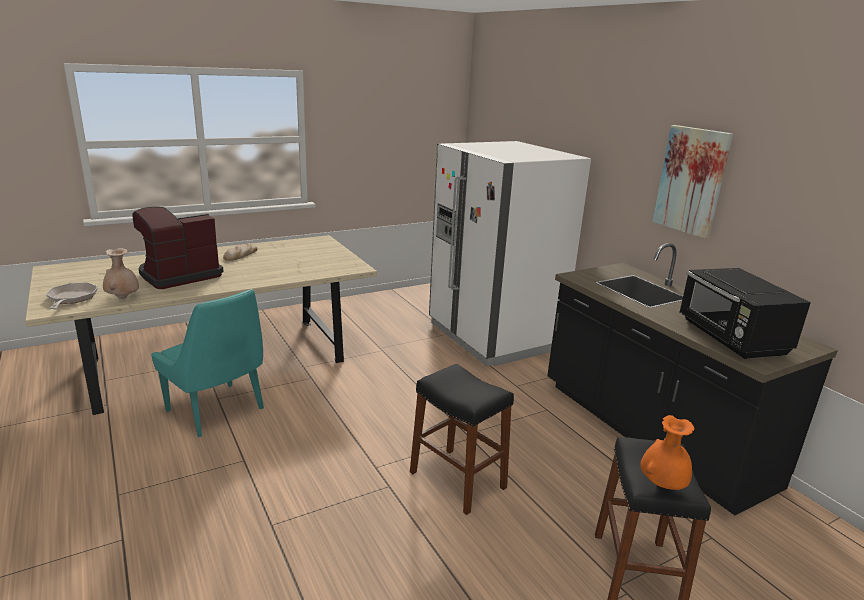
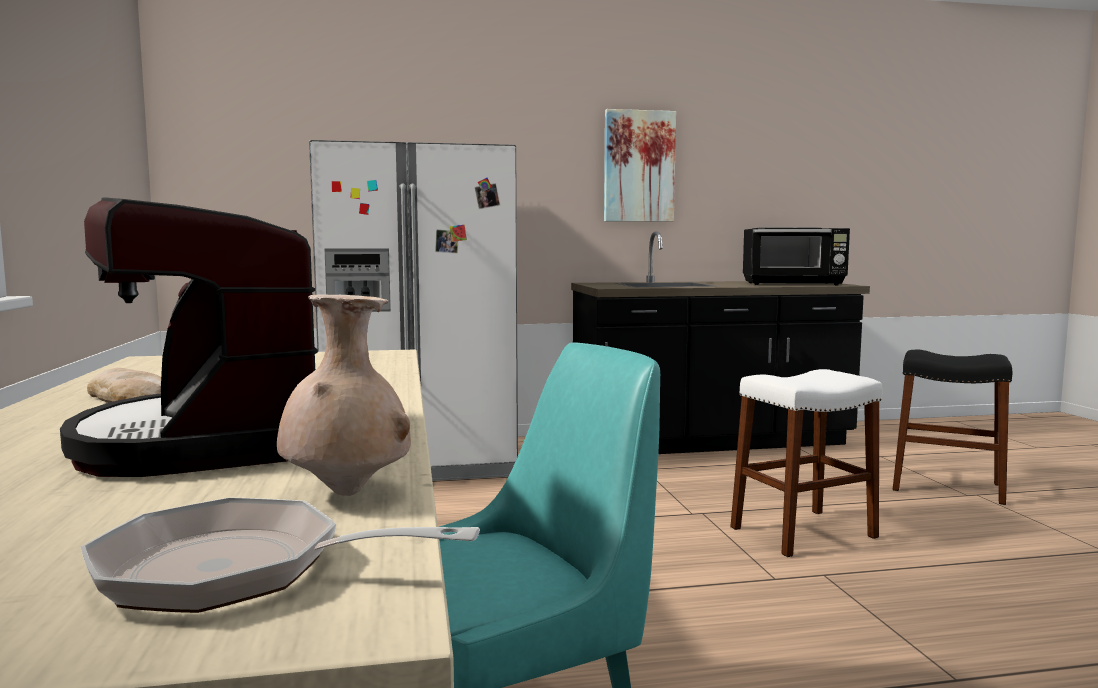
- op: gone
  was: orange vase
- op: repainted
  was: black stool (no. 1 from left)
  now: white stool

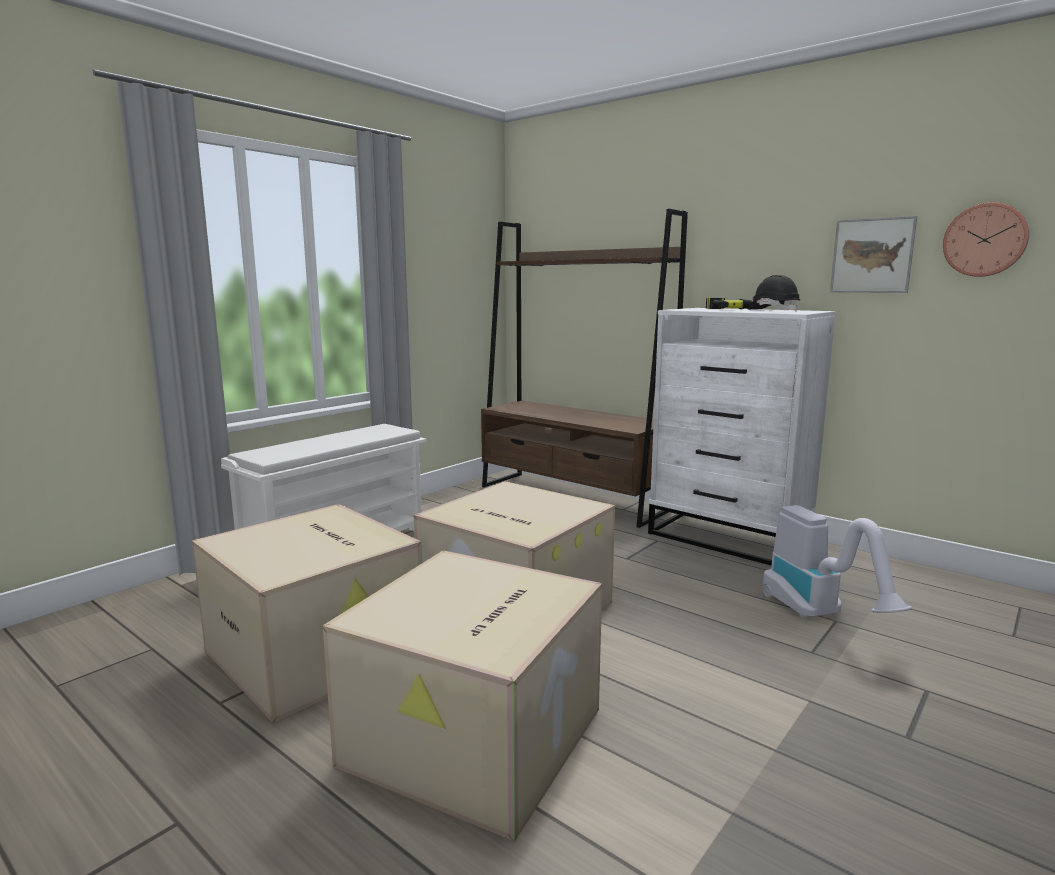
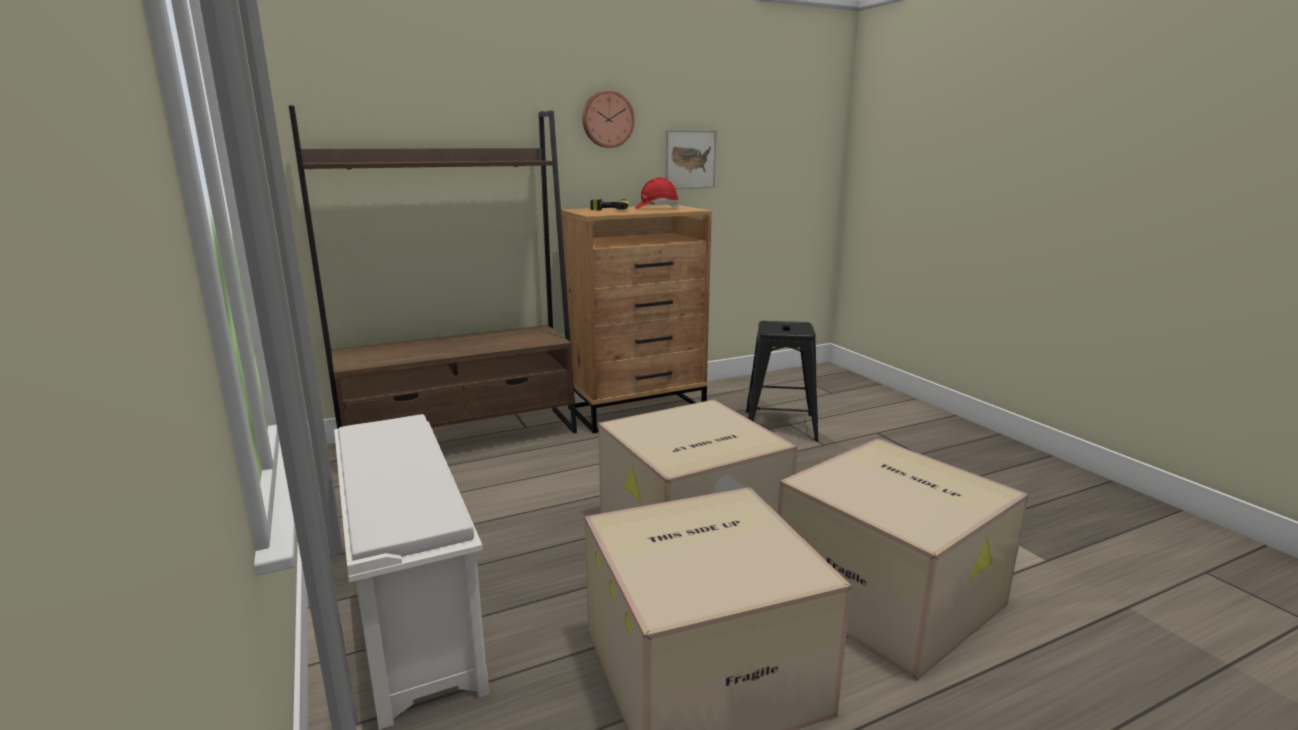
- op: shifted
  was: wall clock
- op: swapped
  was: vacuum cleaner
  now: black stool
- op: repainted
  was: white dresser
  now: brown dresser
- op: repainted
  was: black hard hat
  now: red hard hat

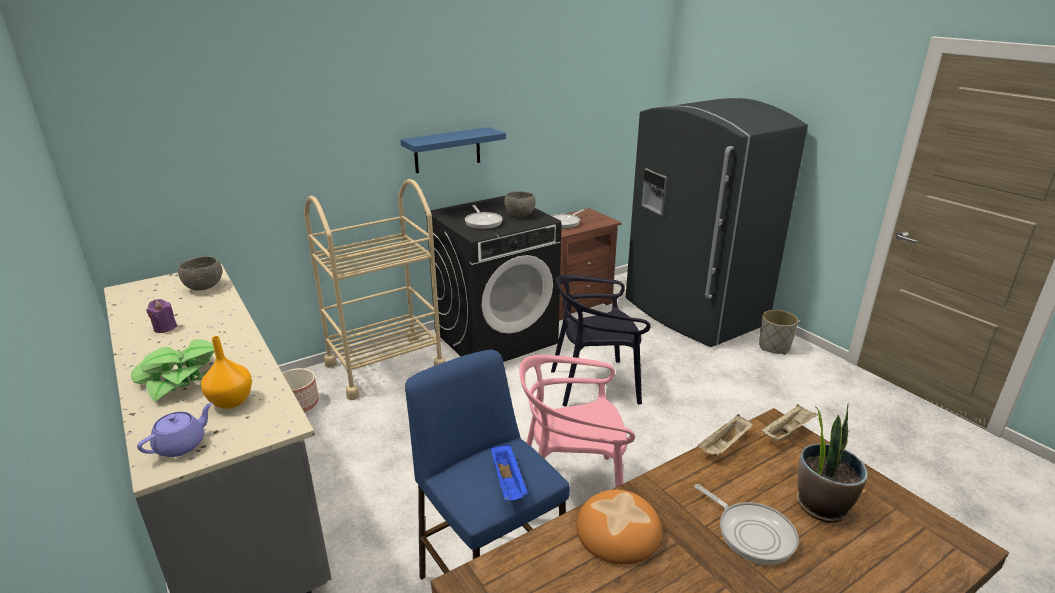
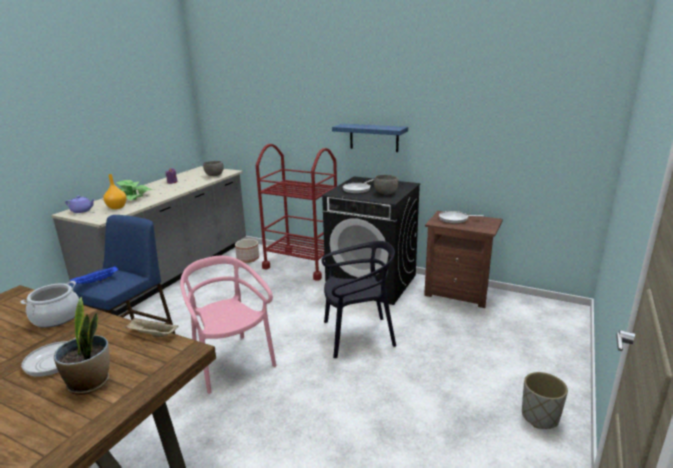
- op: gone
  was: grey fridge
- op: gone
  was: beige tray (no. 2 from left)
- op: swapped
  was: bread
  now: cooking pot
- op: repainted
  was: beige cart
  now: red cart
- op: rotated
  was: black chair
  clockwise: 120

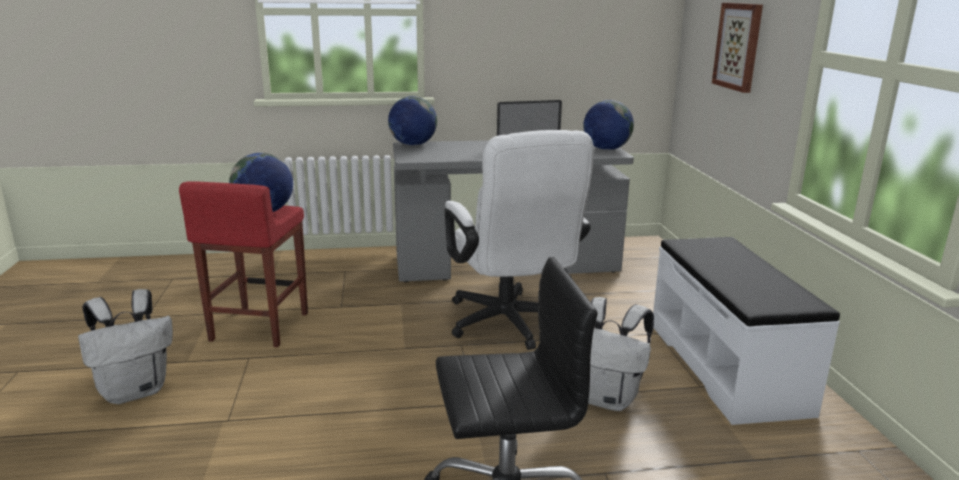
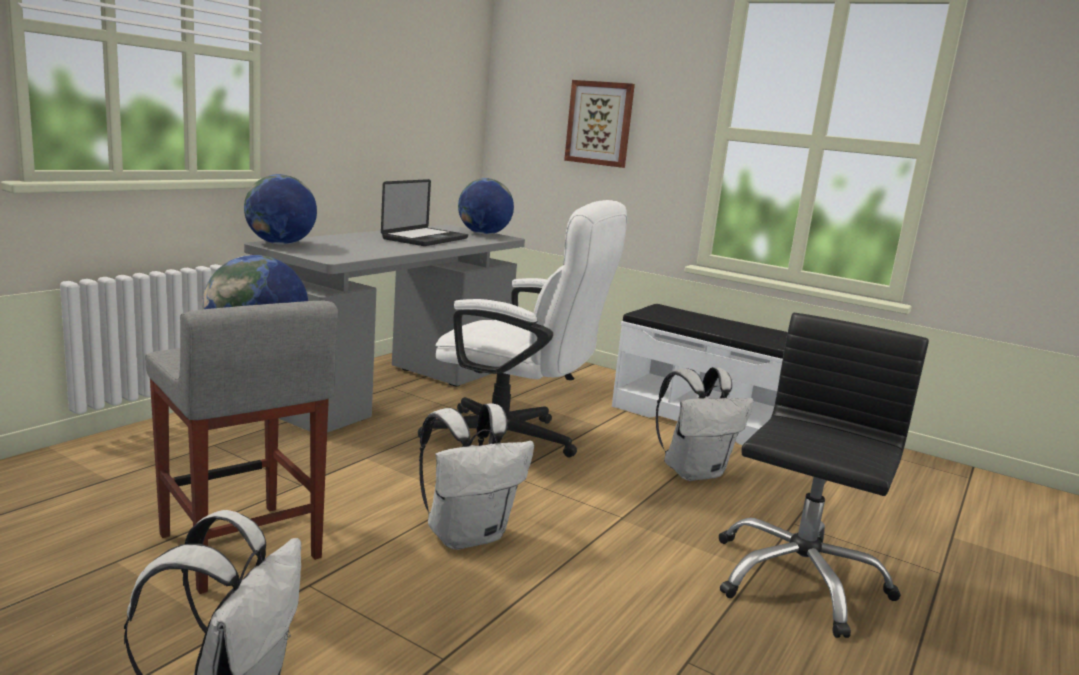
- op: new
  now: white backpack (no. 2 from left)
- op: repainted
  was: red stool
  now: grey stool

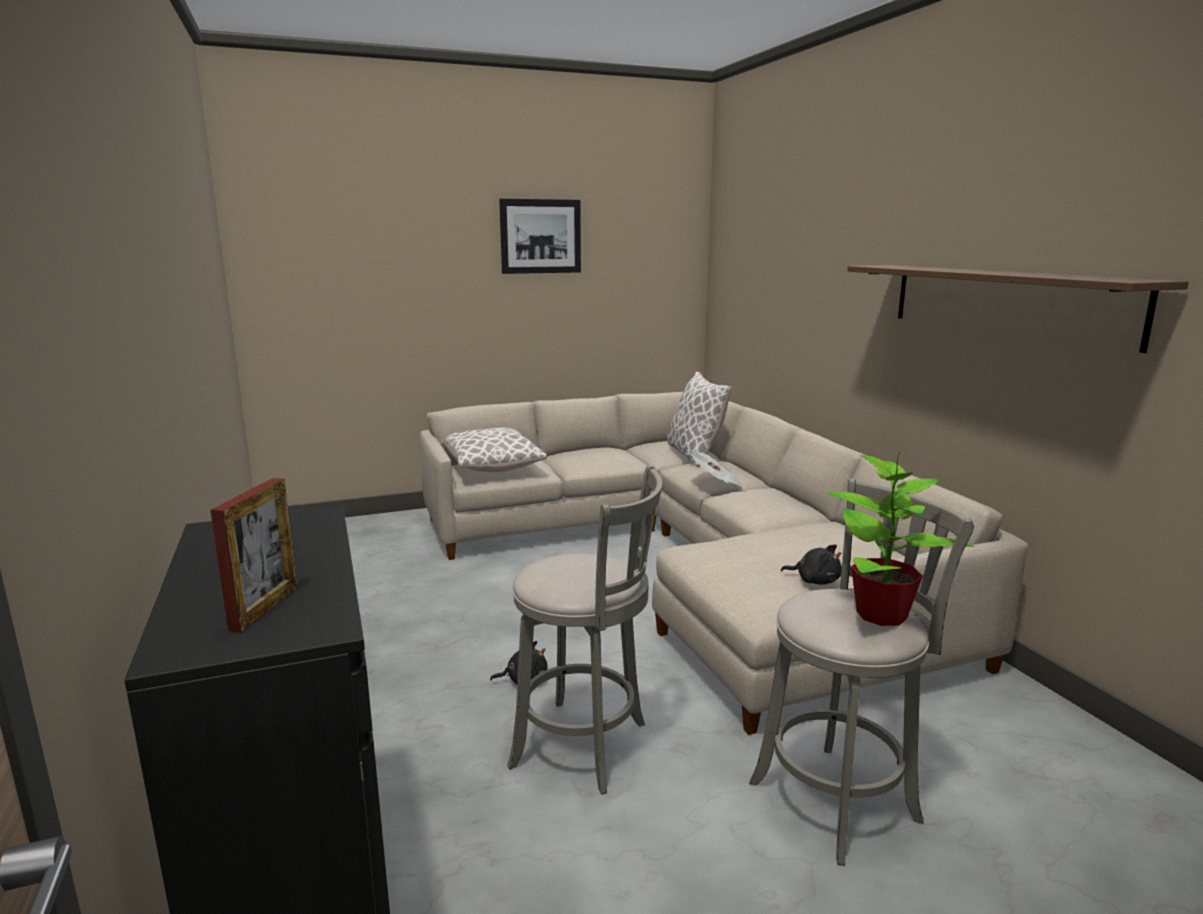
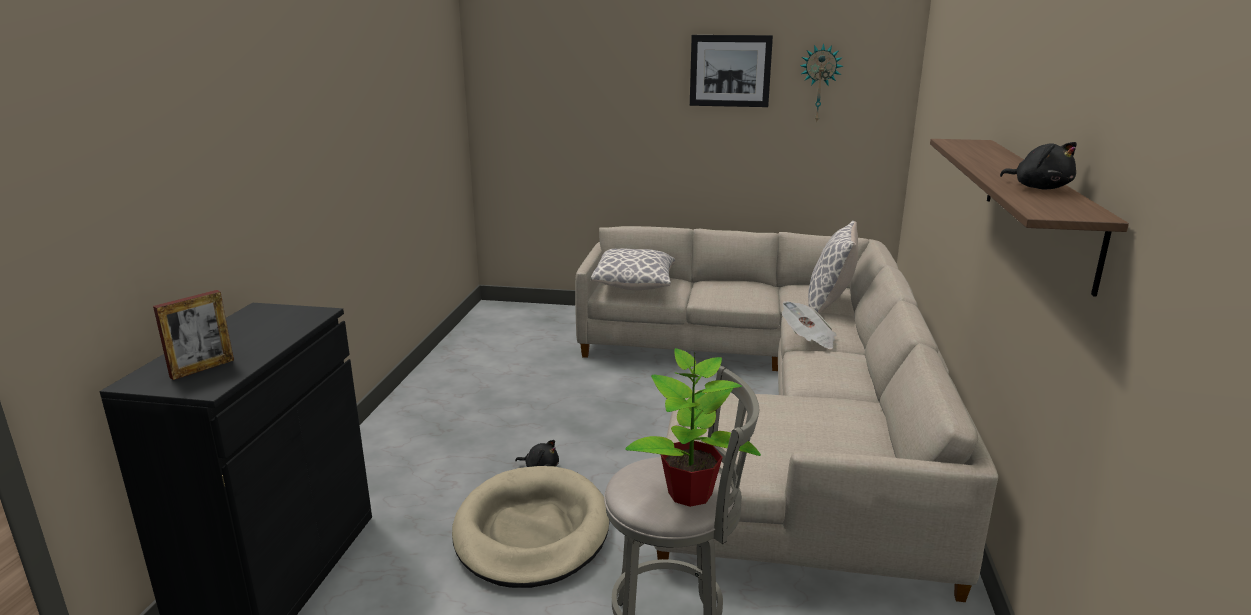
- op: new
  now: wall clock
- op: shifted
  was: black plush toy (no. 2 from left)
- op: swapped
  was: grey stool (no. 1 from left)
  now: beige dog bed

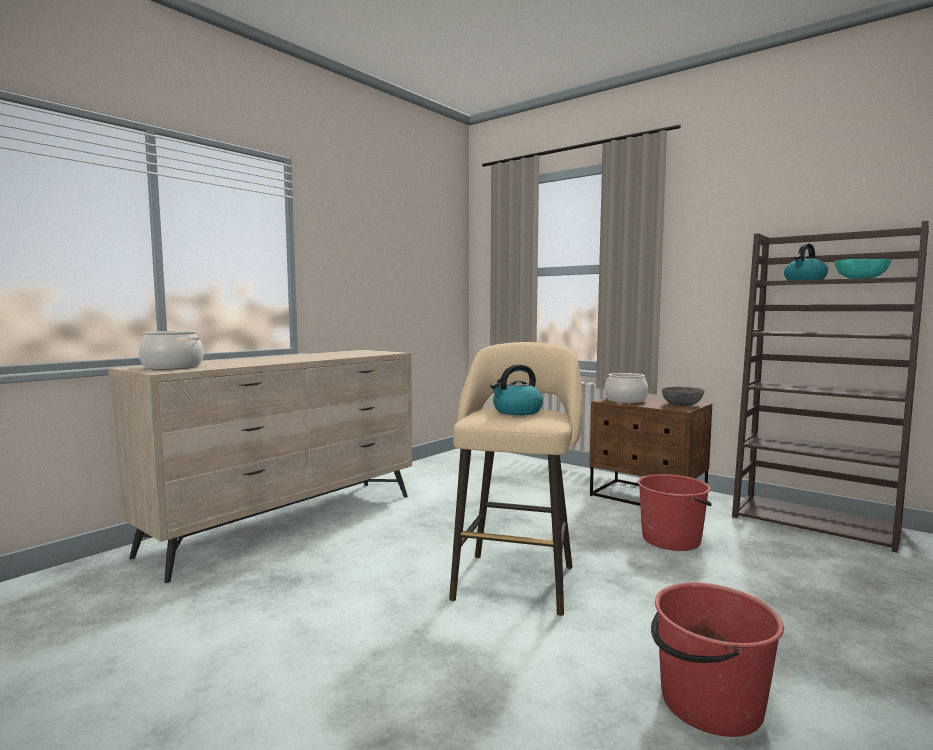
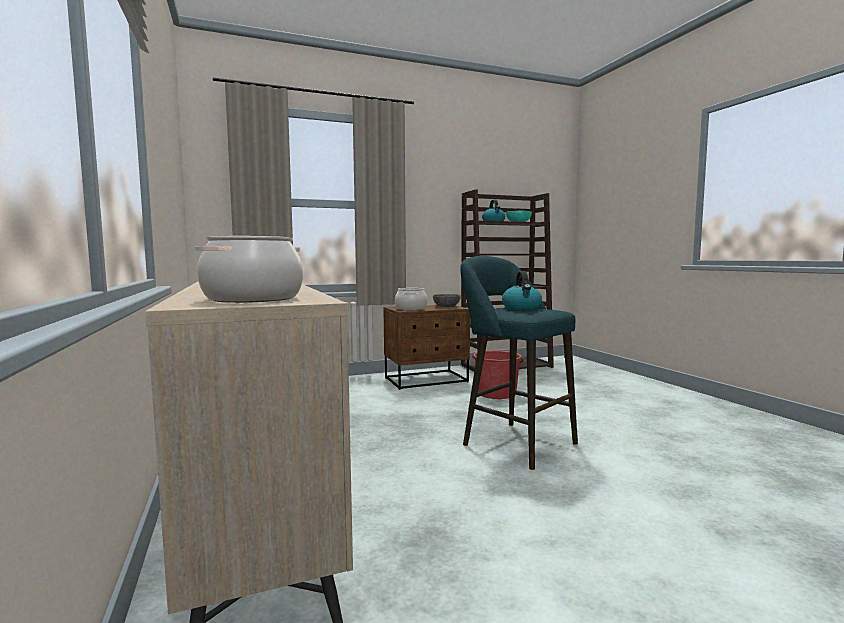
- op: gone
  was: red bucket (no. 2 from left)
- op: repainted
  was: beige stool
  now: turquoise stool

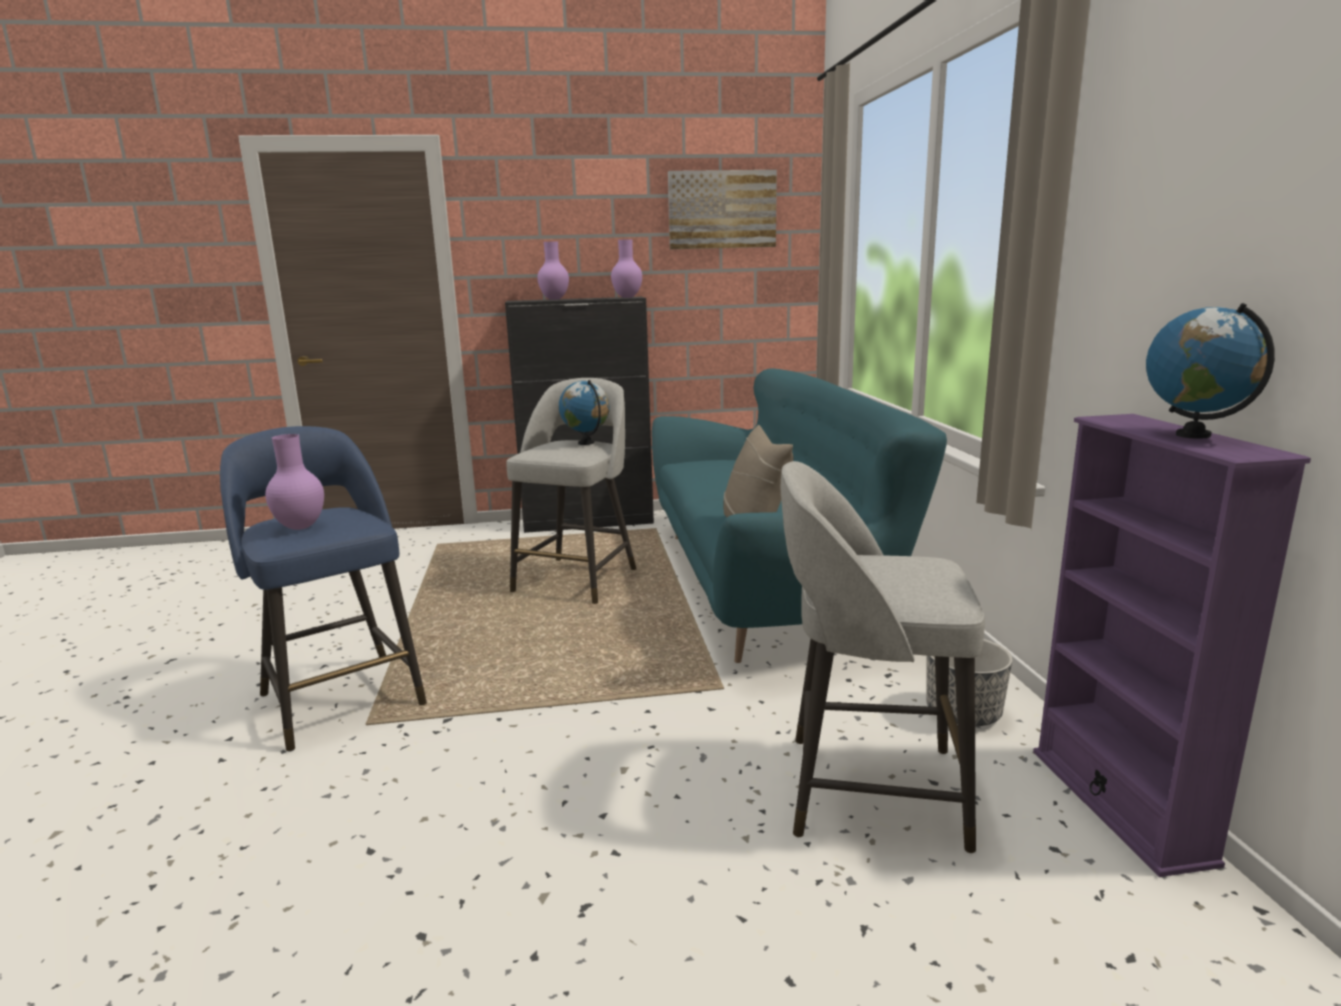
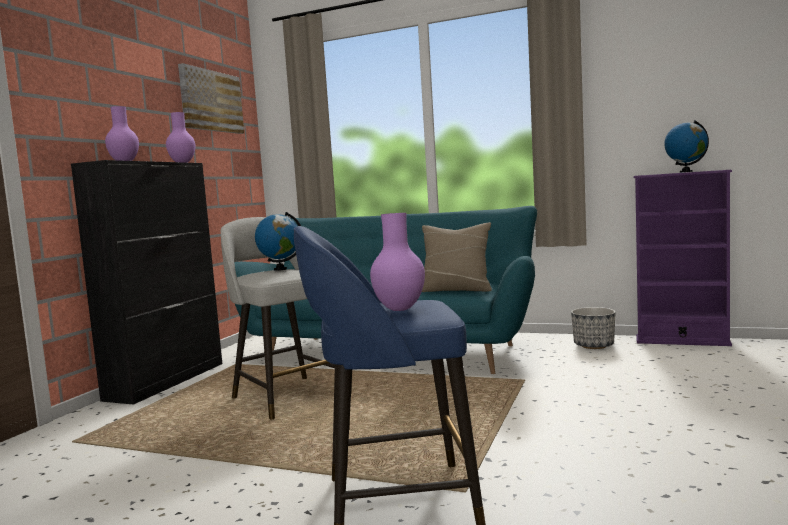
- op: gone
  was: grey stool (no. 2 from left)

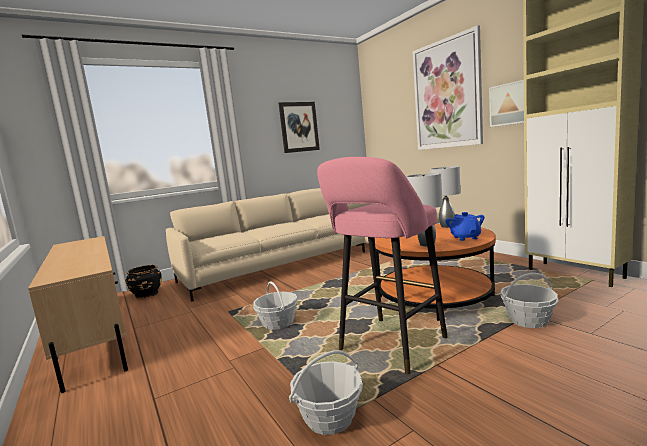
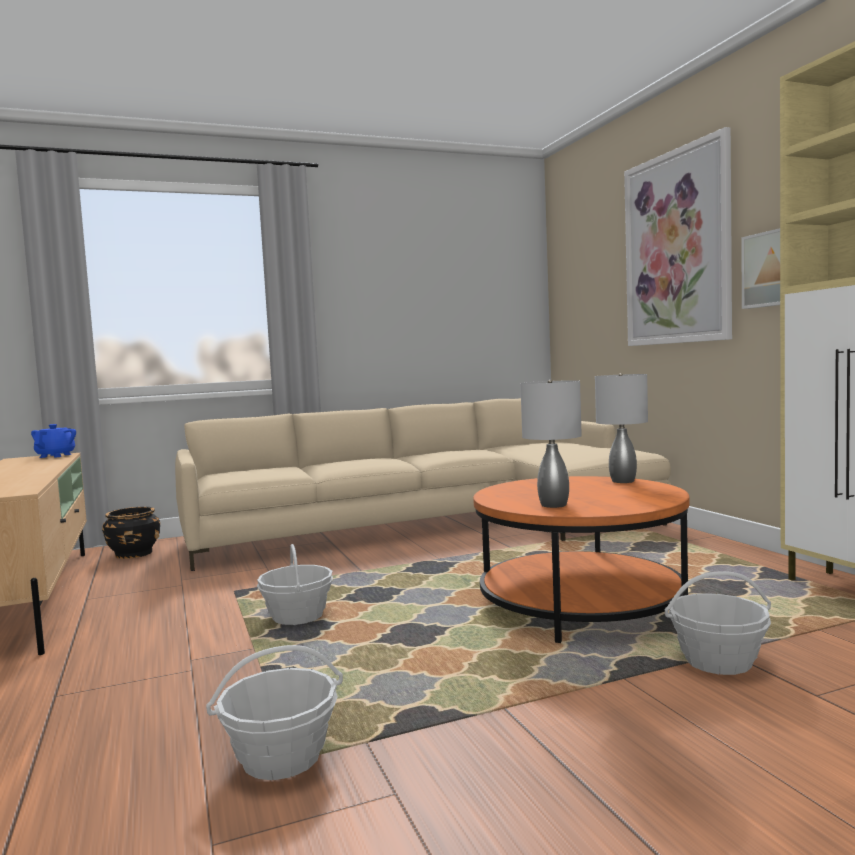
- op: gone
  was: picture (no. 1 from left)
- op: gone
  was: pink stool
- op: shifted
  was: blue teapot

